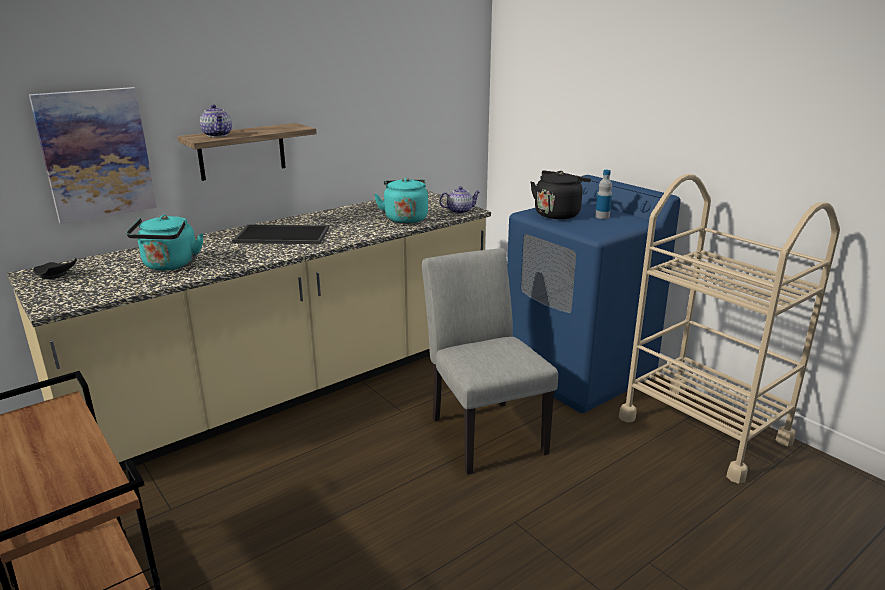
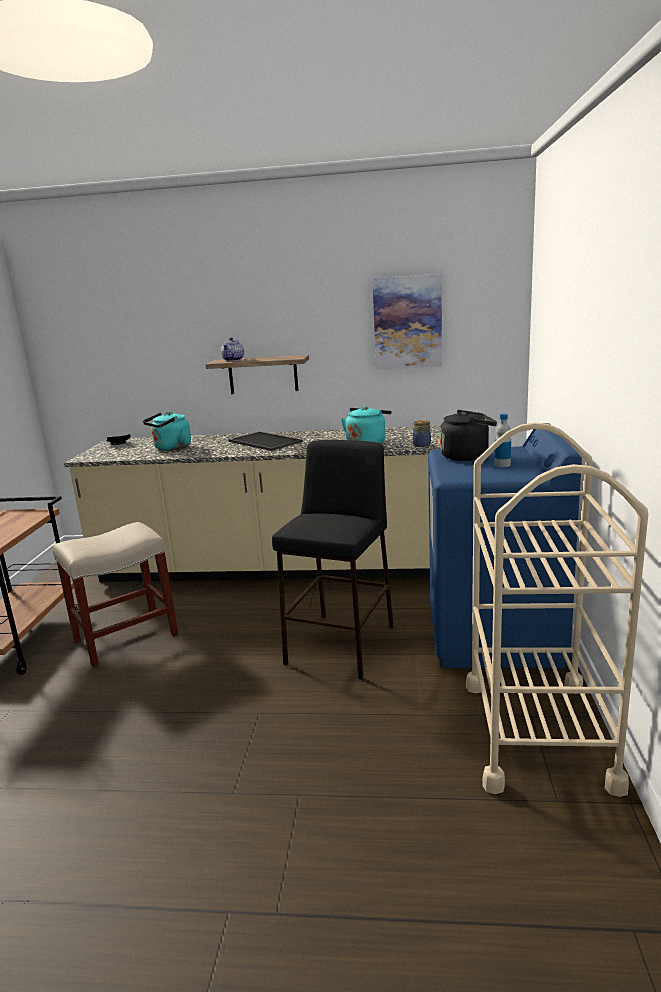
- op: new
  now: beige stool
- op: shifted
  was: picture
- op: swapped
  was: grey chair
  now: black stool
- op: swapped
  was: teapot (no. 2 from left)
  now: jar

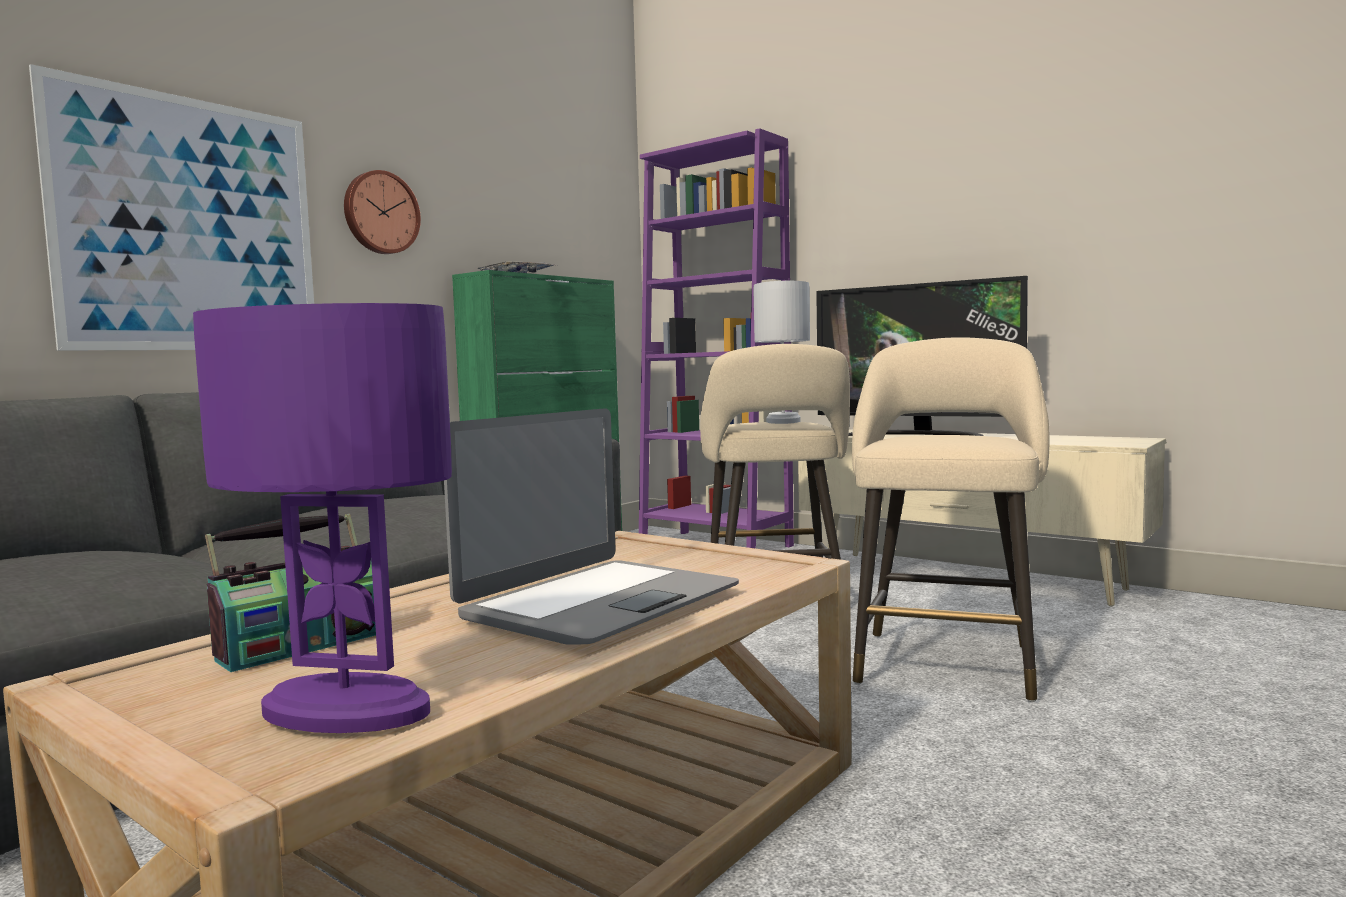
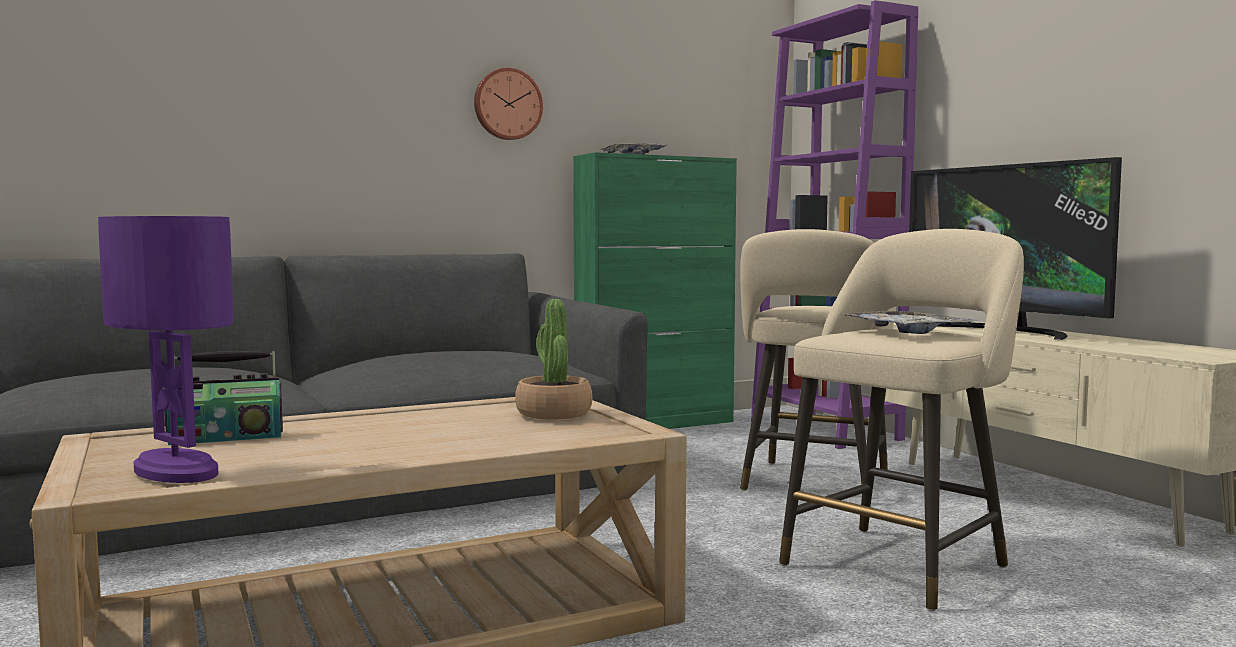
- op: gone
  was: picture
- op: gone
  was: laptop
- op: gone
  was: white table lamp
- op: new
  now: potted plant
- op: new
  now: tray (no. 2 from left)

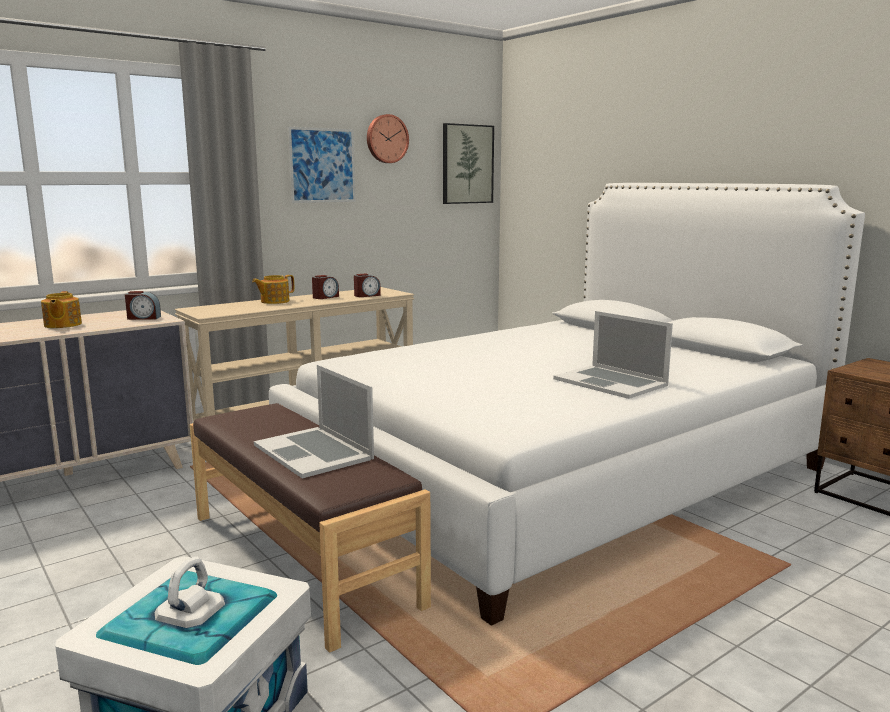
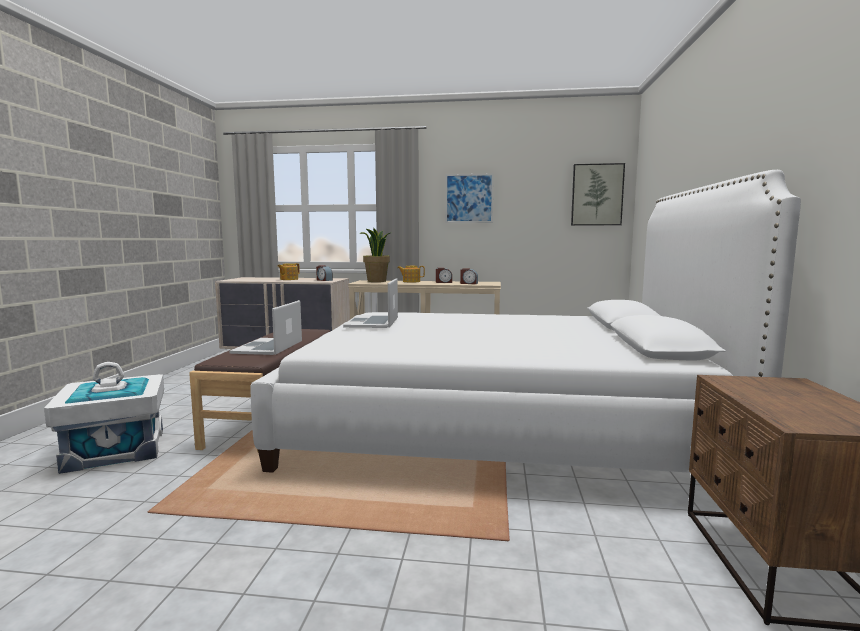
- op: gone
  was: wall clock
- op: new
  now: potted plant
- op: shifted
  was: laptop (no. 2 from left)

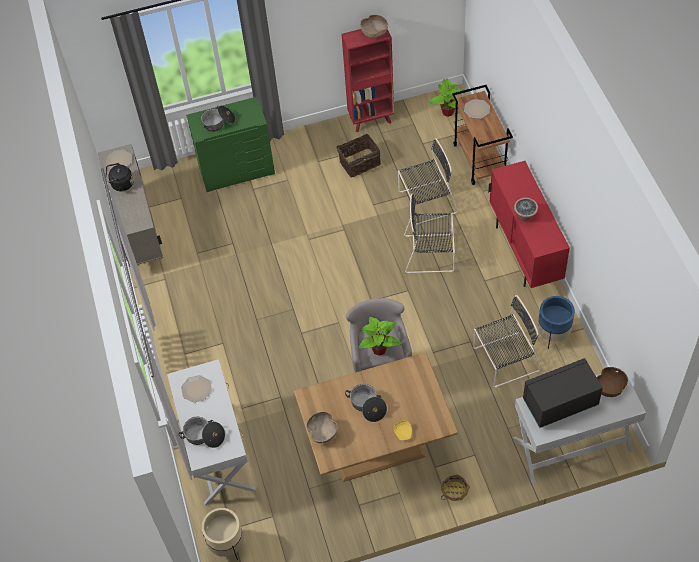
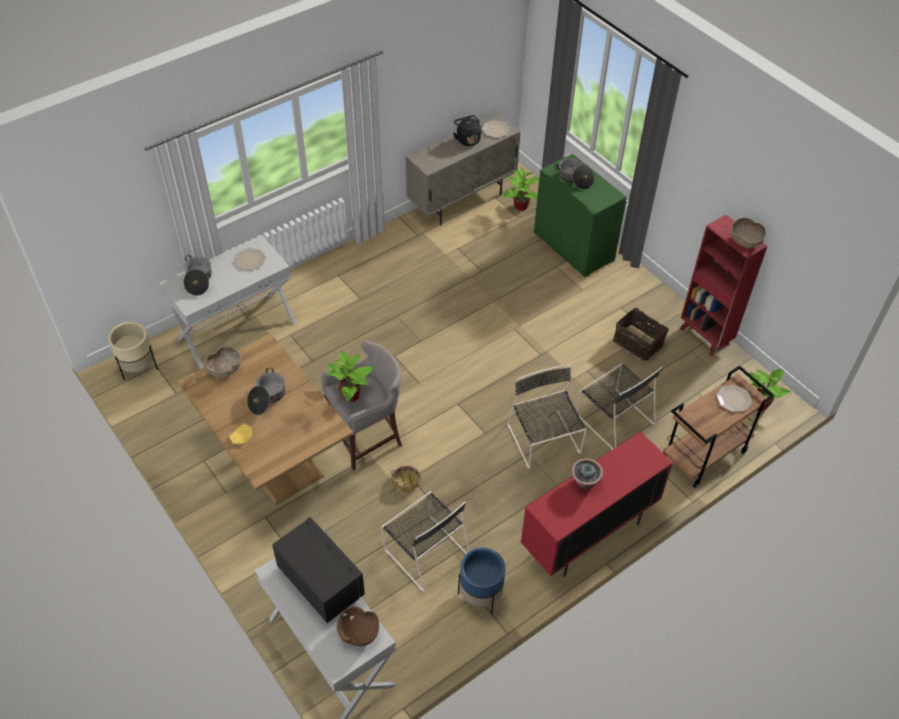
- op: new
  now: potted plant (no. 2 from left)
- op: shifted
  was: basket (no. 2 from left in the first image)
  now: basket (no. 1 from left)

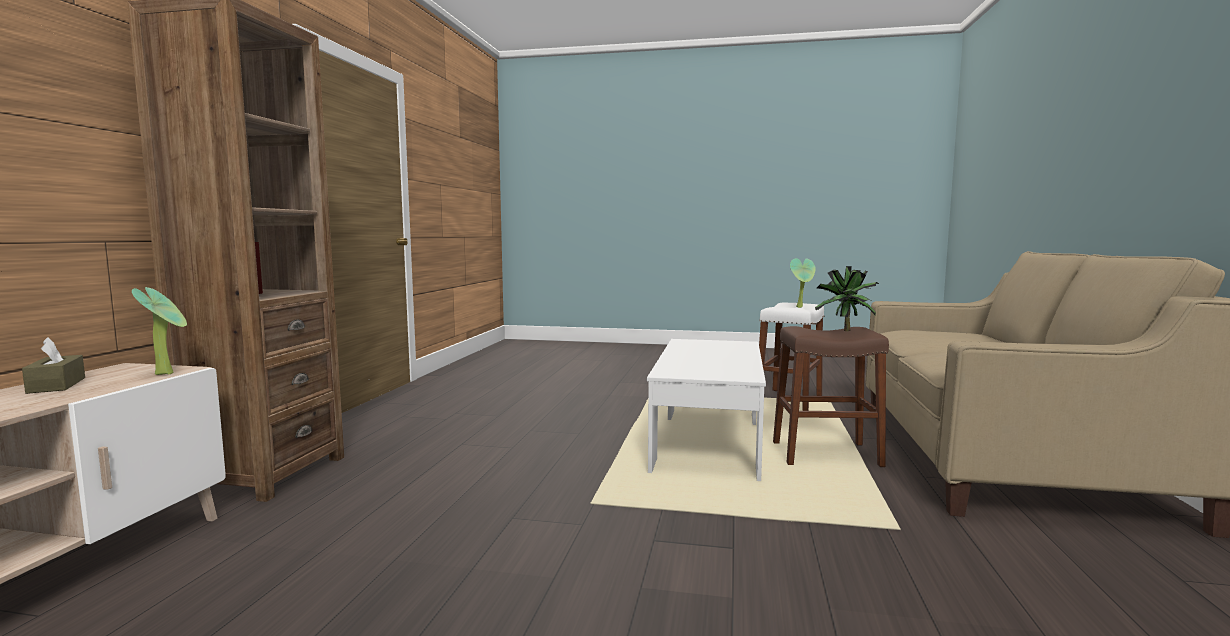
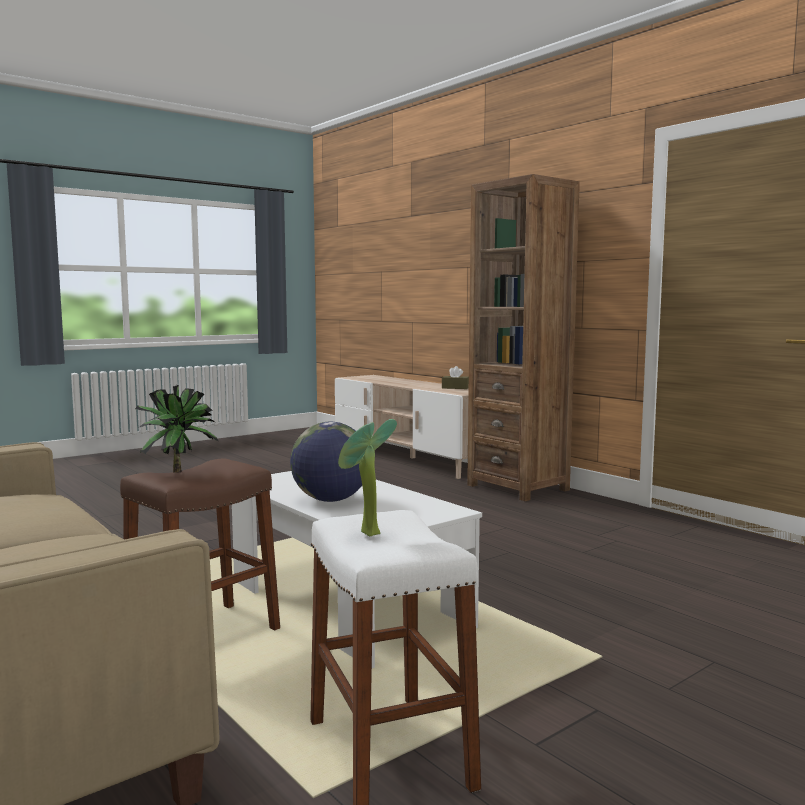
- op: gone
  was: potted plant (no. 1 from left)
- op: new
  now: globe

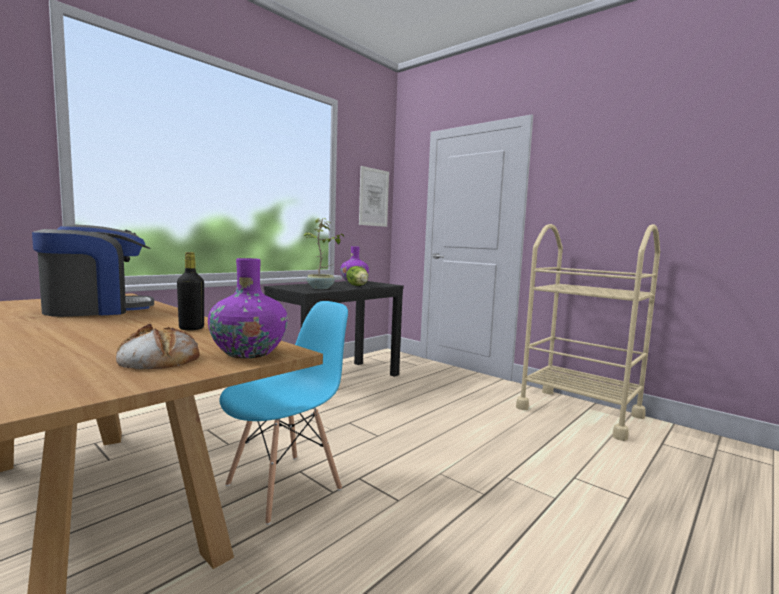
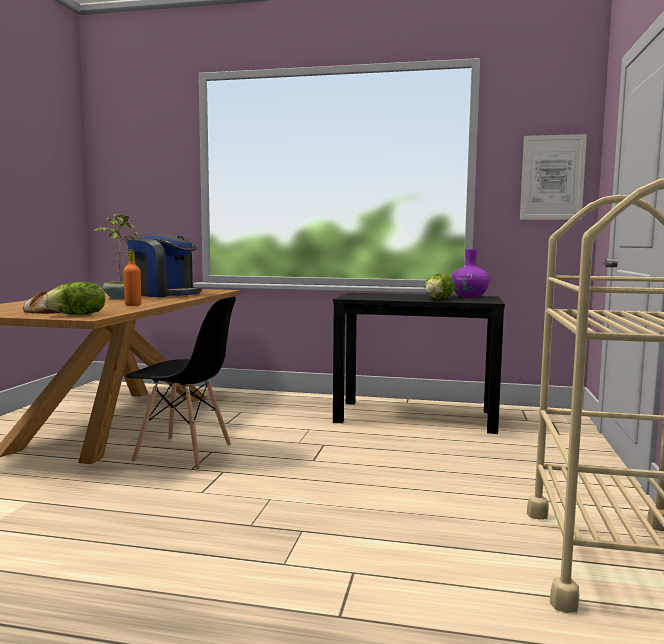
- op: shifted
  was: potted plant
- op: swapped
  was: purple vase (no. 1 from left)
  now: lettuce (no. 1 from left)
- op: repainted
  was: black bottle
  now: orange bottle
- op: repainted
  was: blue chair
  now: black chair

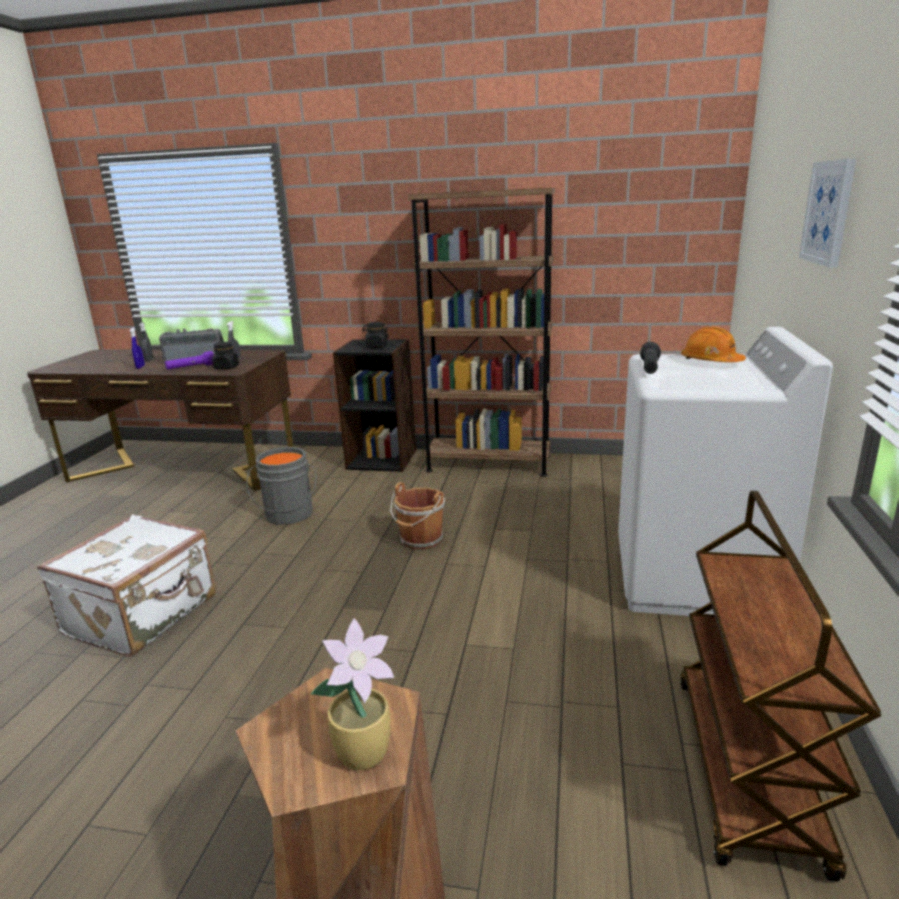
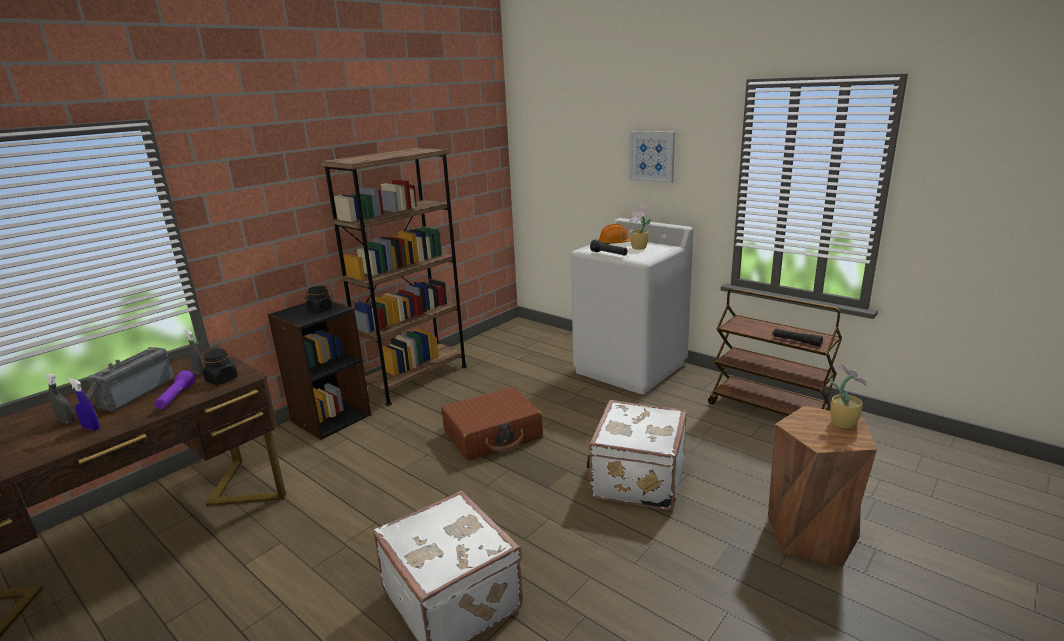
- op: gone
  was: grey bucket
- op: new
  now: white suitcase (no. 2 from left)
- op: new
  now: potted plant (no. 1 from left)
- op: new
  now: black flashlight (no. 2 from left)
- op: swapped
  was: brown bucket
  now: brown suitcase

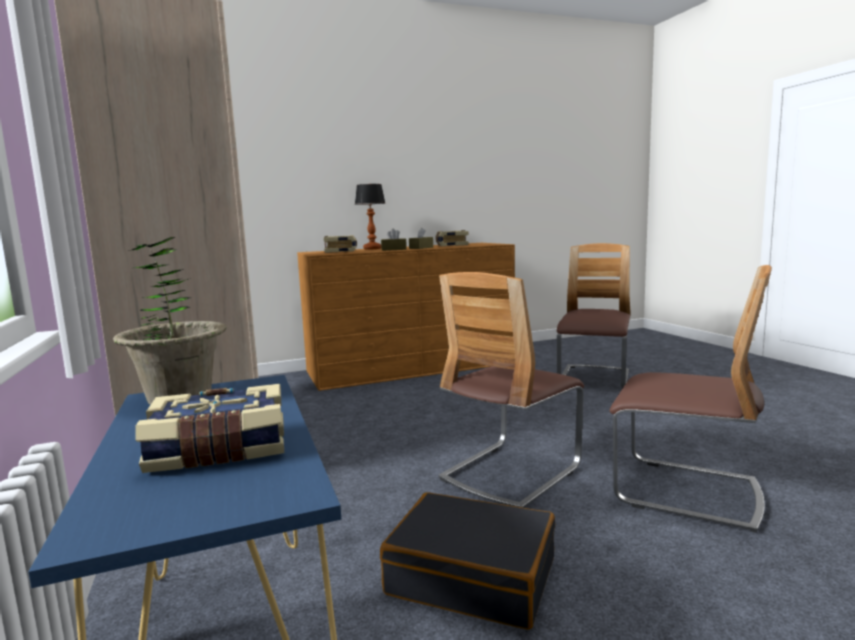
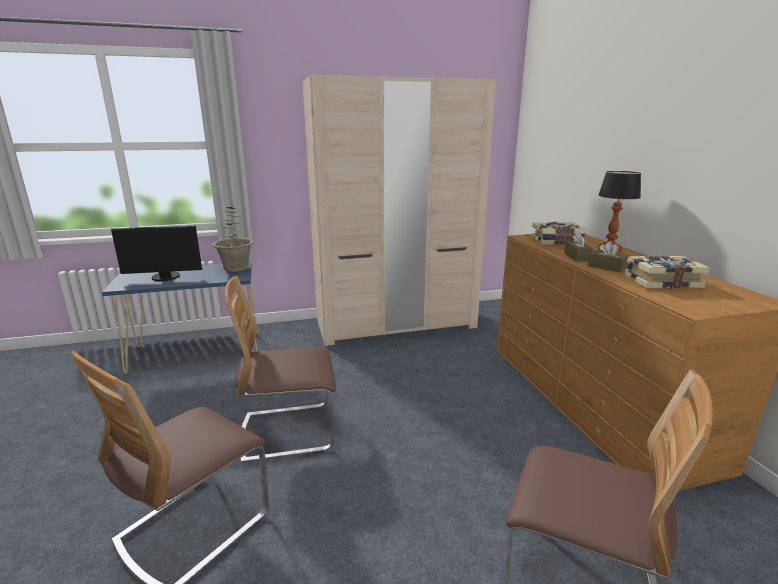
- op: gone
  was: black suitcase
- op: swapped
  was: book (no. 1 from left)
  now: monitor
- op: rotated
  was: chair (no. 1 from left in the first image)
  clockwise: -60

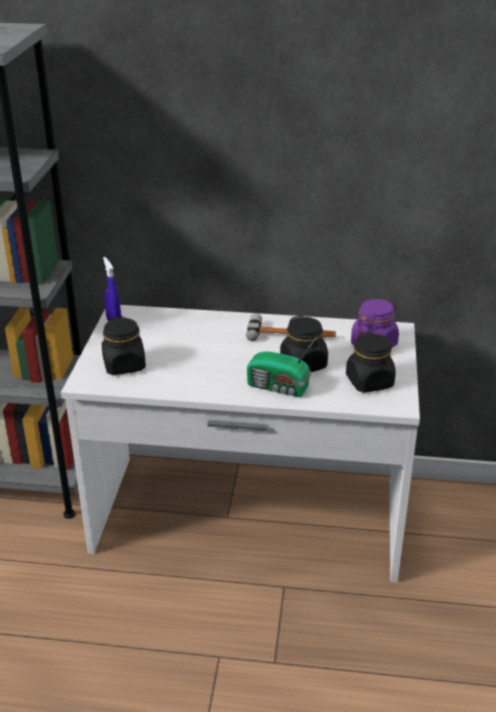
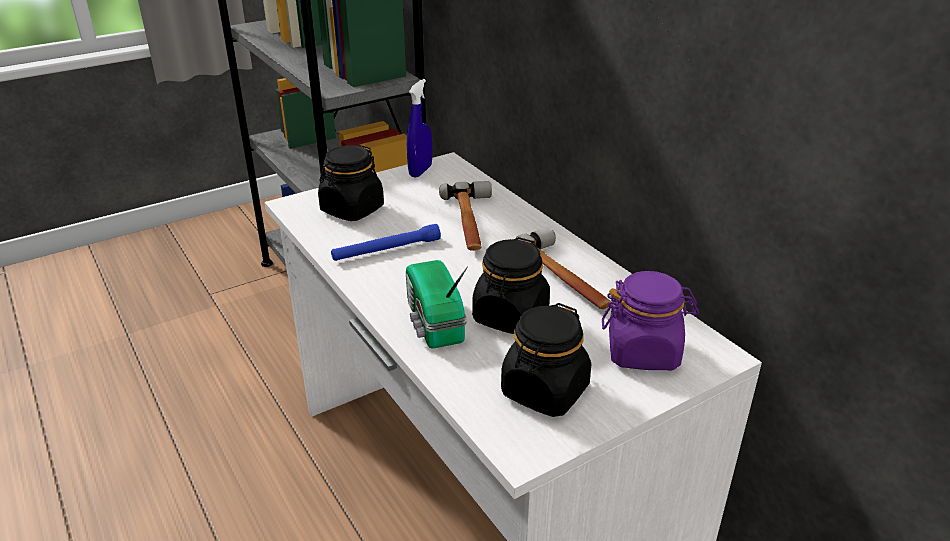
- op: new
  now: blue flashlight
- op: new
  now: hammer (no. 1 from left)

